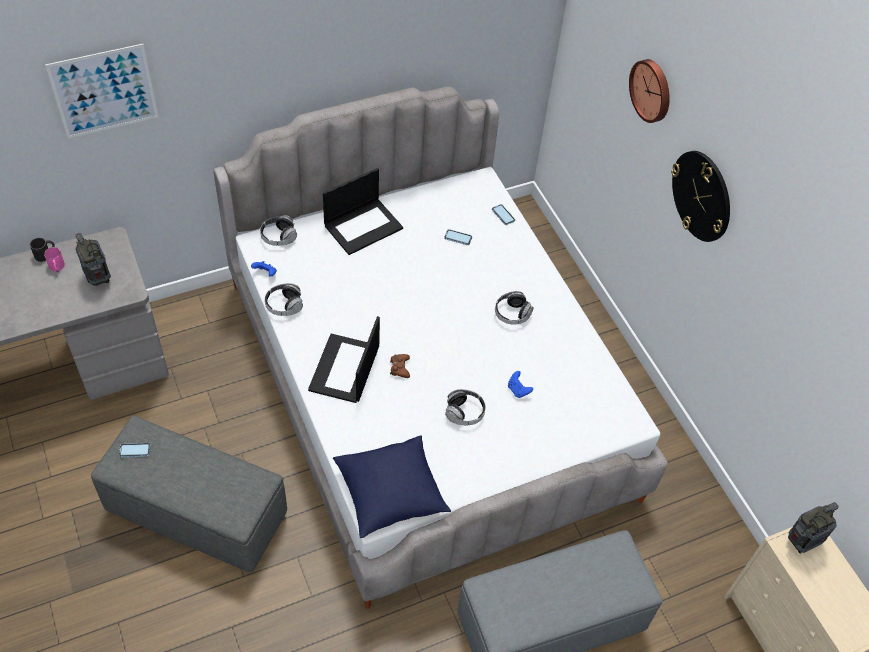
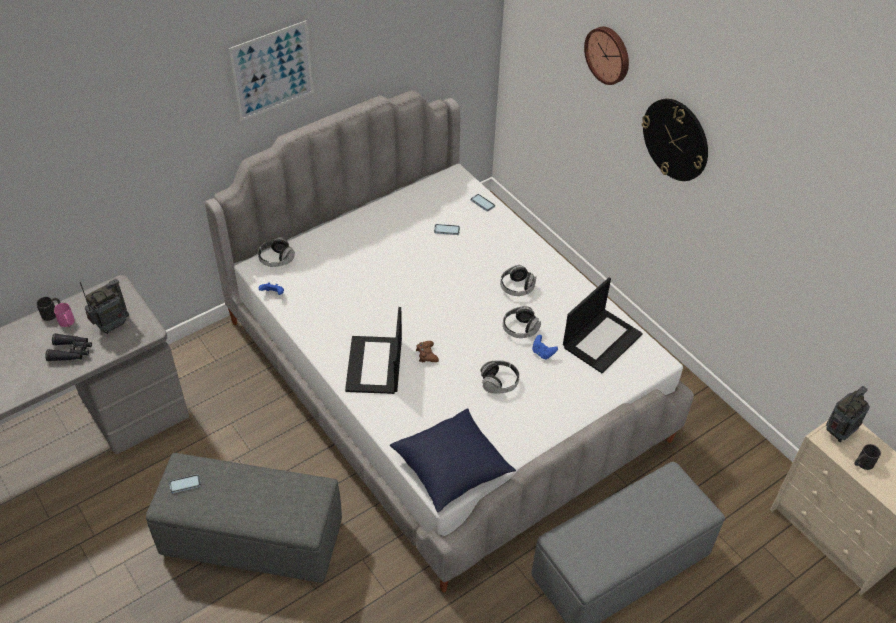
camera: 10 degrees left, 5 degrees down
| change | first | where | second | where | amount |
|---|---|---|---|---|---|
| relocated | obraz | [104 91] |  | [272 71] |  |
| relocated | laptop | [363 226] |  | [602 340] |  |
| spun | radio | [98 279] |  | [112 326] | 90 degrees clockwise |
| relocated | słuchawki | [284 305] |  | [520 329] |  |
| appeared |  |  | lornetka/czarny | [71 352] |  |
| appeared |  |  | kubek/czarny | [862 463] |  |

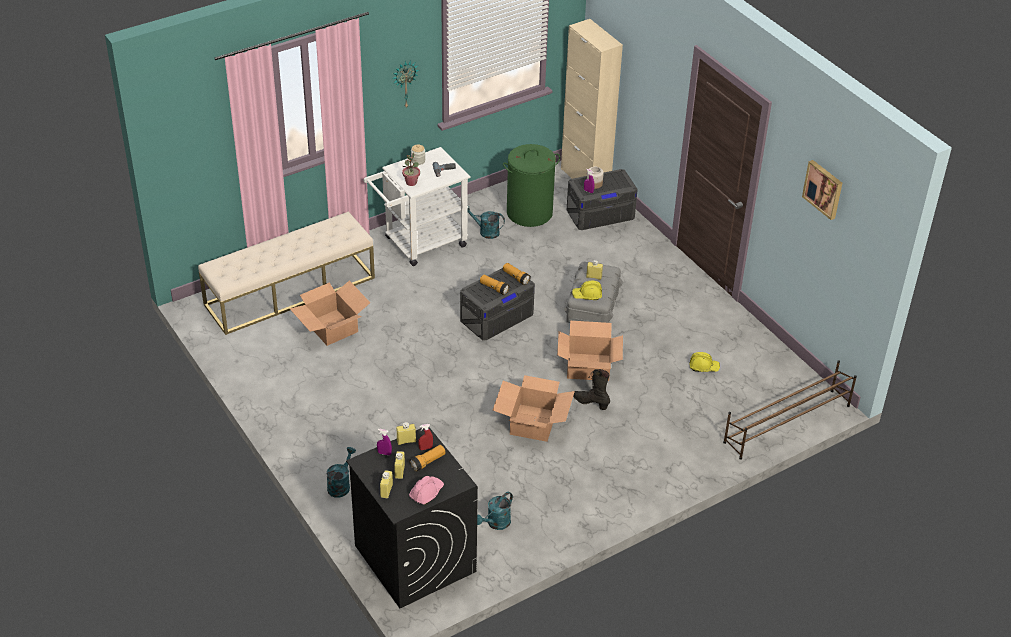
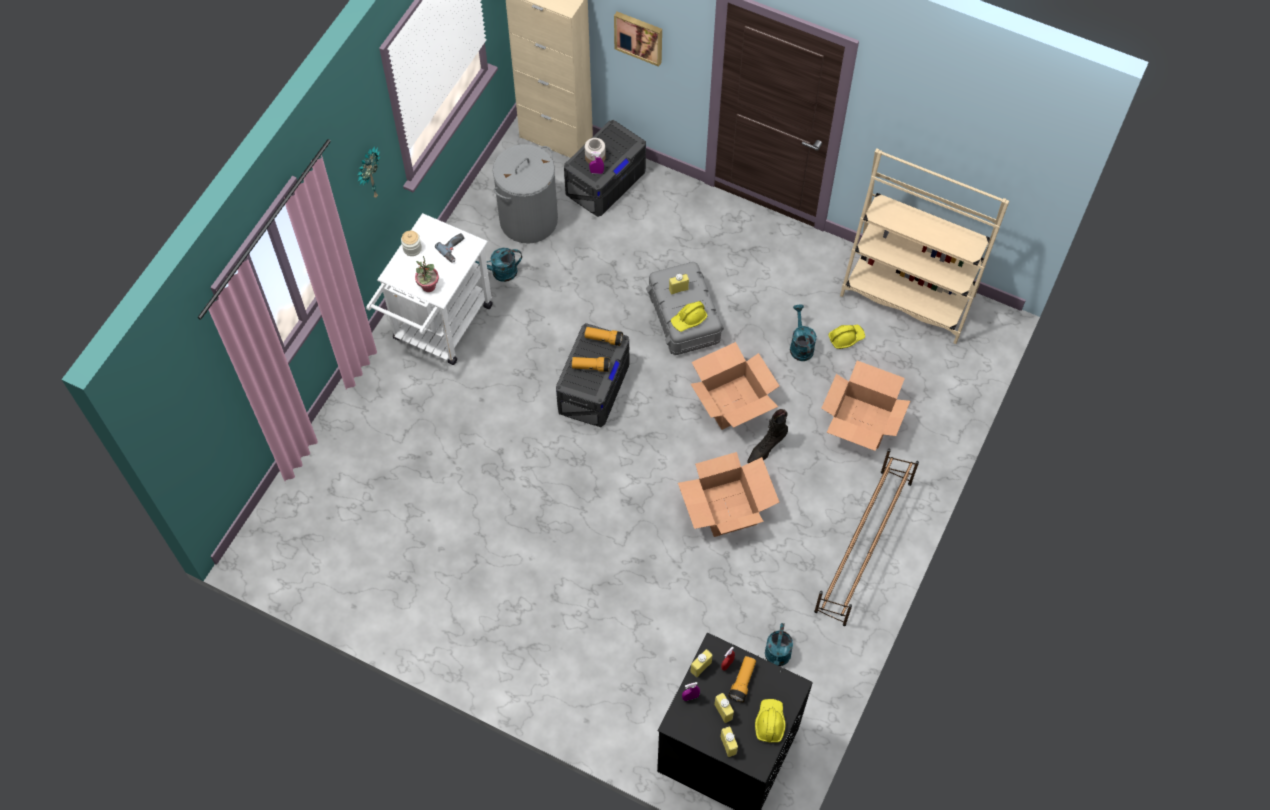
camera: 30 degrees left, 20 degrees up
| change | first | where | second | where | amount |
|---|---|---|---|---|---|
| colour | kosz na pranie/zielony | [529 212] | kosz na pranie/szary | [528 219] |  |
| relocated | obraz | [823 189] |  | [639 37] |  |
| missing | ławka/beżowy | [290 291] |  |  |  |
| relocated | karton | [331 328] |  | [861 422] |  |
| relocated | regał na buty/brązowy | [786 424] |  | [863 547] |  |
| spun | but z cholewką/czarny | [590 402] |  | [766 448] | 45 degrees counterclockwise |
| relocated | konewka/turkusowy | [340 485] |  | [800 345] |  |
| colour | kask/różowy | [426 493] | kask/żółty | [769 722] |  |
| appeared |  |  | regał/beżowy | [908 295] |  |

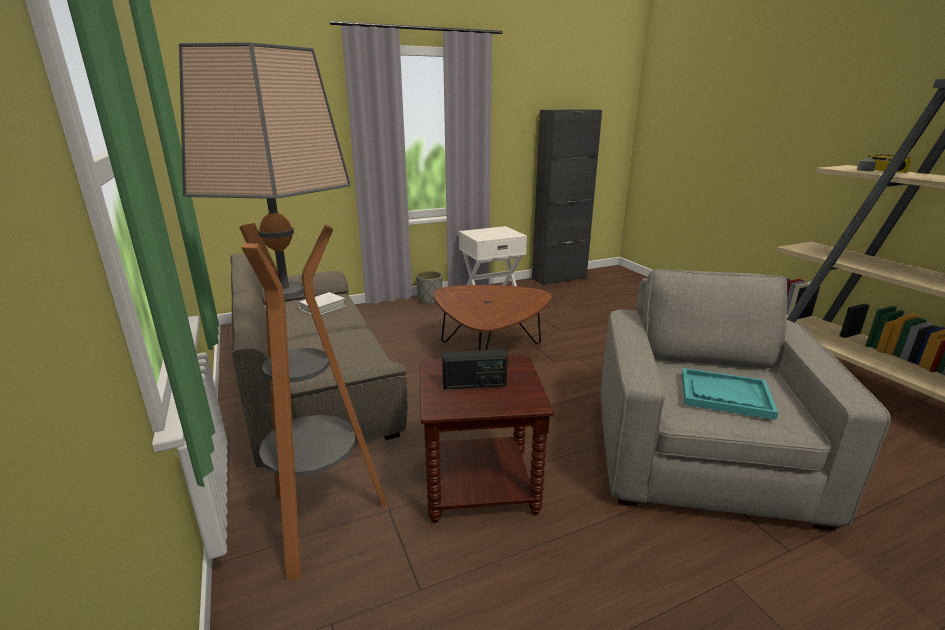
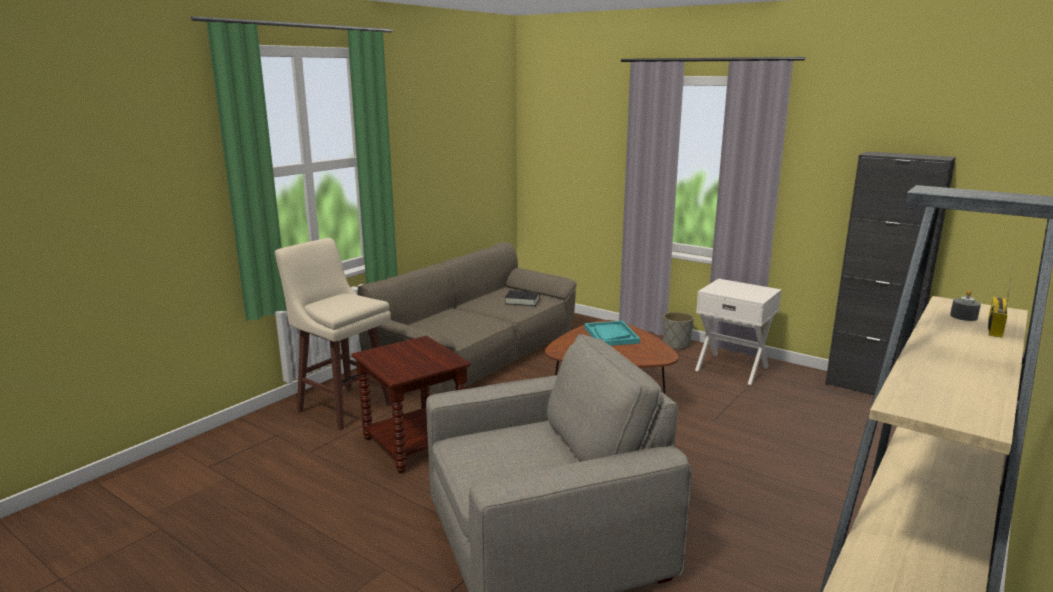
camera: 60 degrees right, 5 degrees down
| change | first | where | second | where | amount |
|---|---|---|---|---|---|
| exchanged | lampa stojąca | [321 522] | stołek/beżowy | [343 407] |  |
| colour | książka/biały | [322 307] | książka/czarny | [522 301] |  |
| missing | radio | [474 384] |  |  |  |
| relocated | taca/turkusowy | [725 395] |  | [611 335] |  |

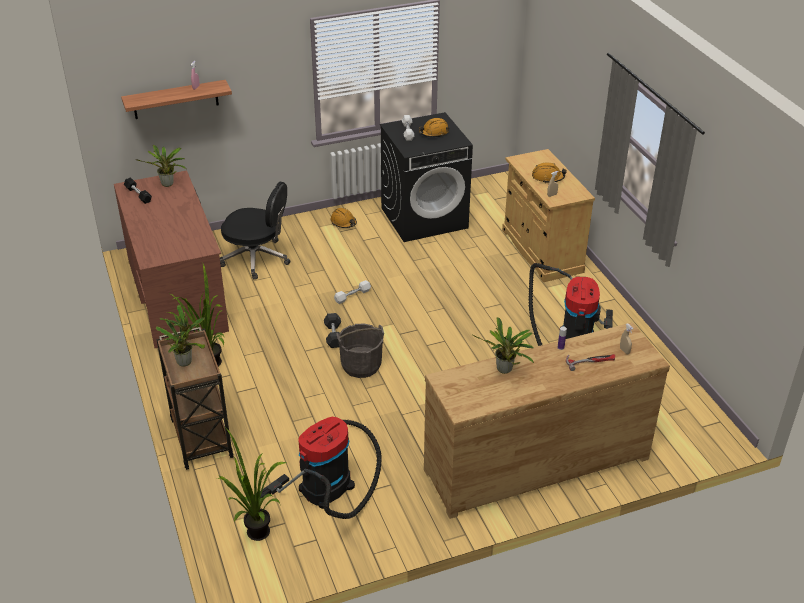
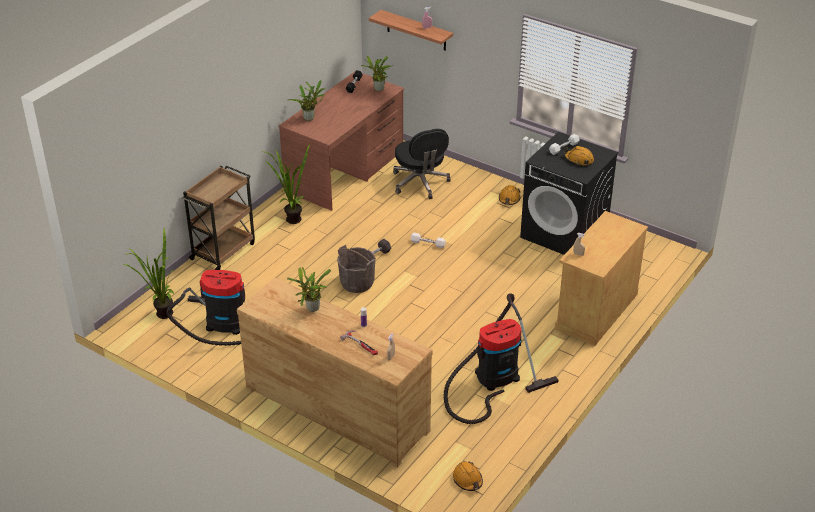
camera: 55 degrees right, 0 degrees up
| change | first | where | second | where | amount |
|---|---|---|---|---|---|
| relocated | kask/pomarańczowy | [547 177] |  | [467 480] |  |
| relocated | roślina doniczkowa | [185 360] |  | [310 118] |  |

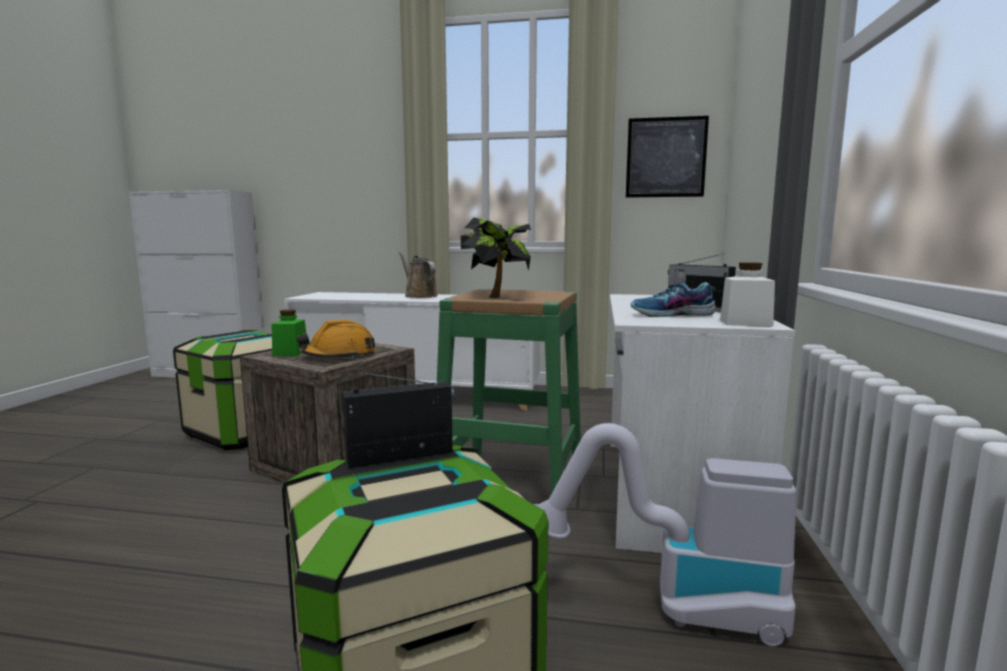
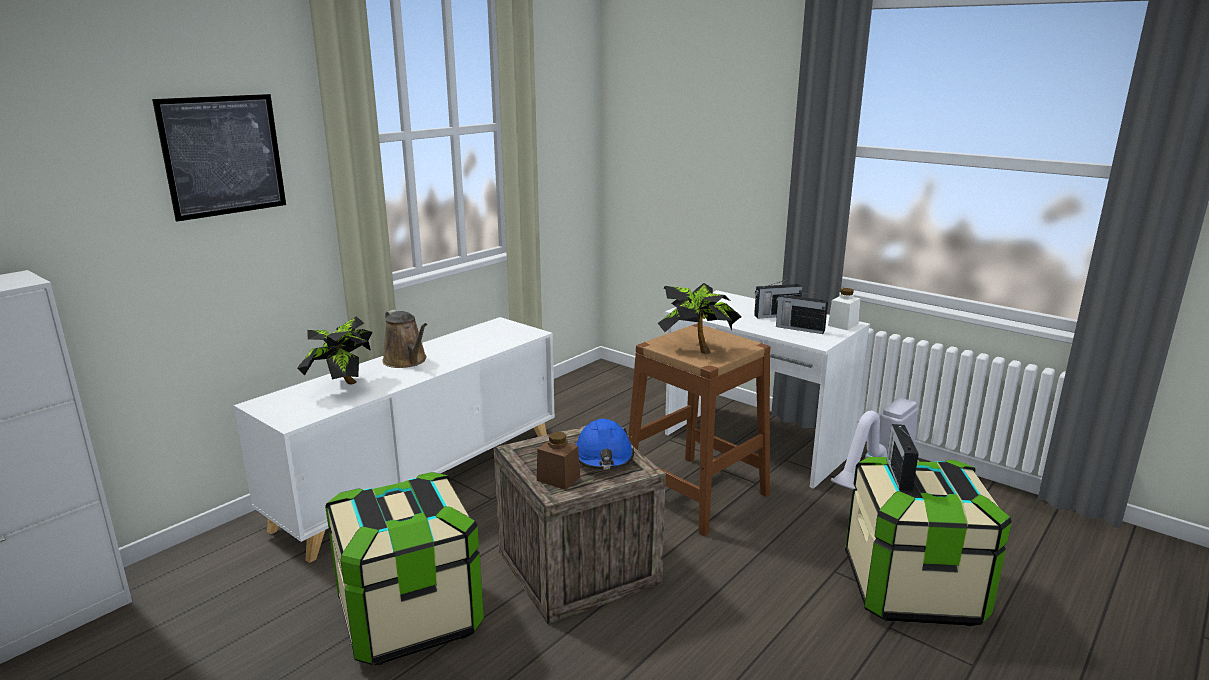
camera: 60 degrees left, 10 degrees up
| change | first | where | second | where | amount |
|---|---|---|---|---|---|
| relocated | obraz | [666 157] |  | [223 155] |  |
| spun | konewka/brązowy | [419 296] |  | [407 361] | 120 degrees counterclockwise |
| exchanged | but | [672 315] | radio | [799 328] |  |
| colour | stołek/zielony | [511 482] | stołek/brązowy | [695 493] |  |
| colour | słoik/zielony | [290 352] | słoik/brązowy | [558 479] |  |
| colour | kask/pomarańczowy | [339 356] | kask/niebieski | [604 457] |  |
| appeared |  |  | roślina doniczkowa | [345 386] |  |

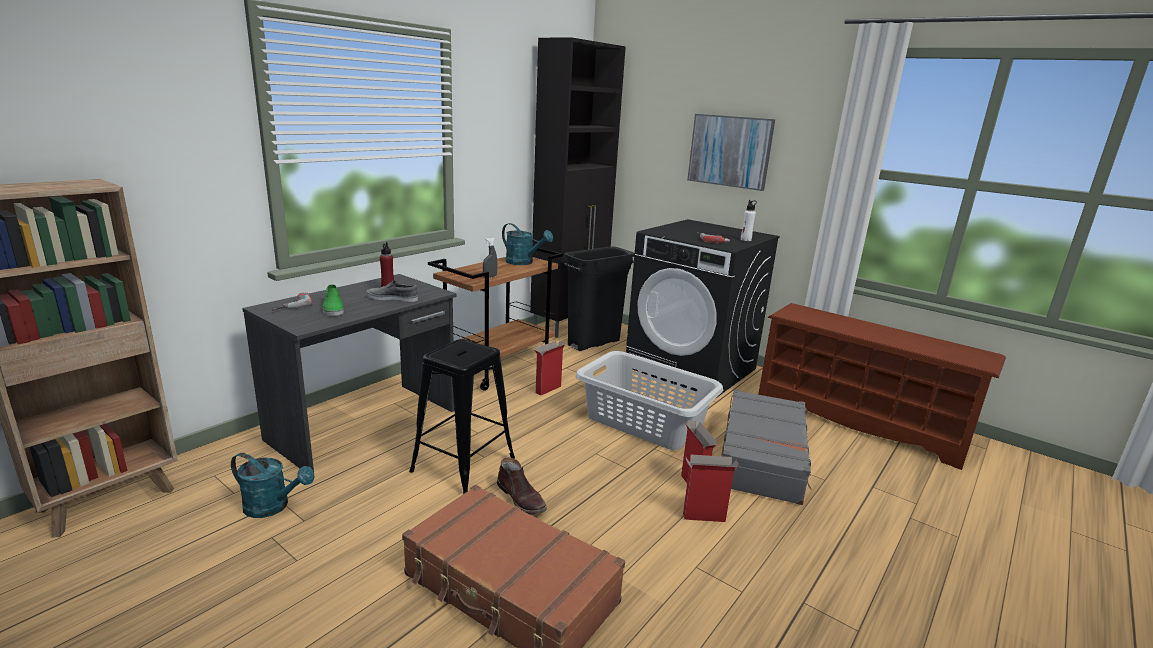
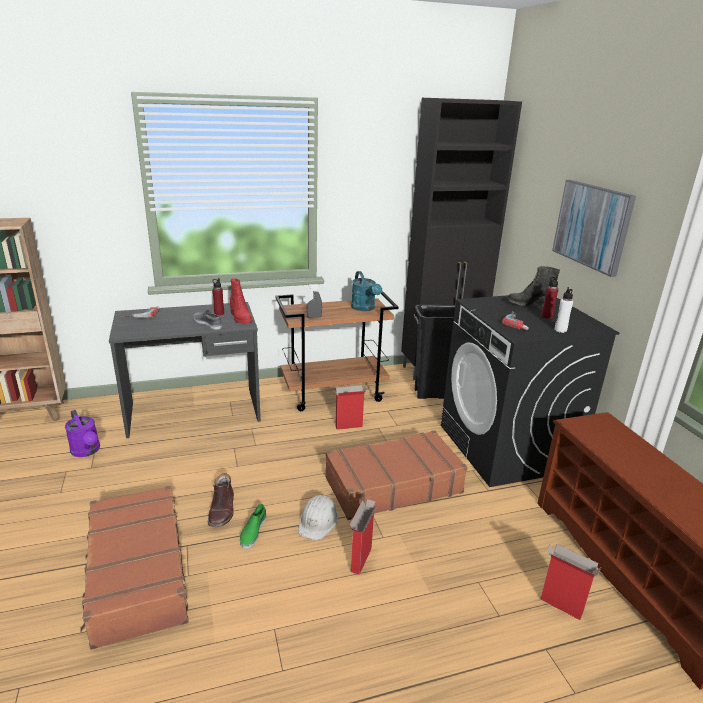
camera: 35 degrees right, 5 degrees up
| change | first | where | second | where | amount |
|---|---|---|---|---|---|
| relocated | but/zielony | [333 308] |  | [253 531] |  |
| missing | stołek/czarny | [463 464] |  |  |  |
| exchanged | kosz na pranie/szary | [644 422] | walizka/brązowy | [392 485] |  |
| missing | walizka/szary | [763 457] |  |  |  |
| colour | konewka/turkusowy | [273 507] | konewka/fioletowy | [87 451] |  |
| relocated | karton | [703 517] |  | [560 605] |  |
| appeared |  |  | but z cholewką/czarny | [529 304] |  |
| appeared |  |  | butelka/czerwony | [546 316] |  |
| appeared |  |  | but z cholewką/czerwony | [240 318] |  |
| appeared |  |  | kask/biały | [318 521] |  |

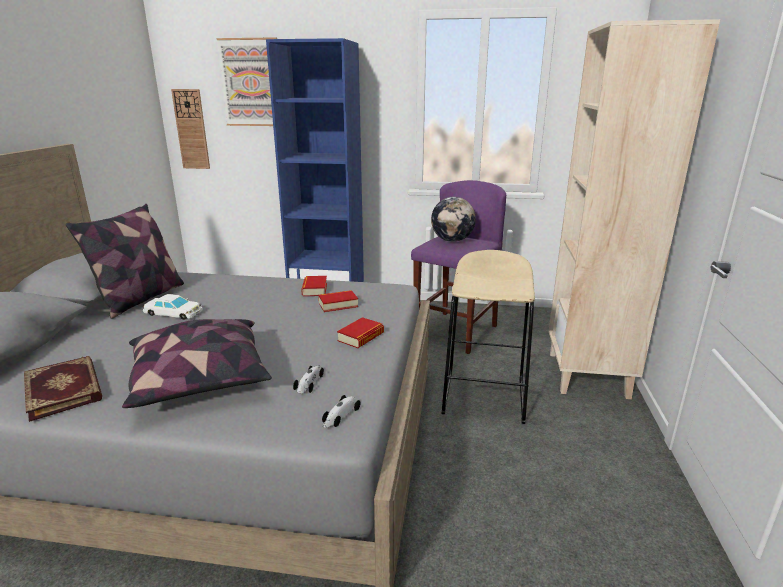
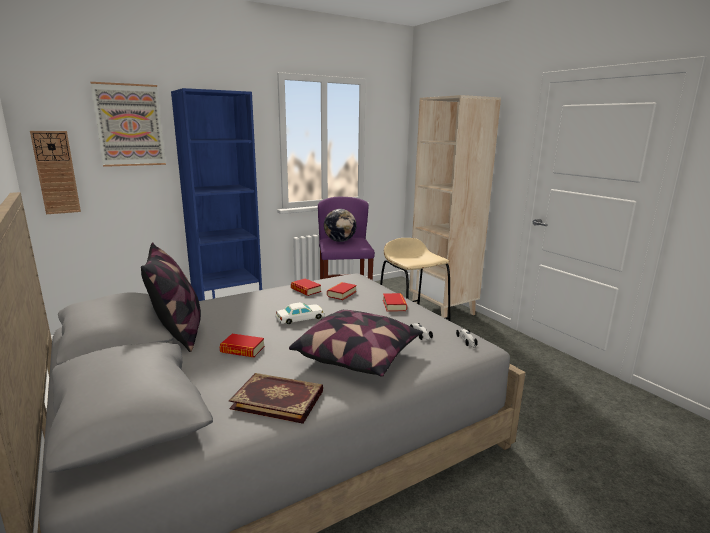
camera: 40 degrees left, 5 degrees down
| change | first | where | second | where | amount |
|---|---|---|---|---|---|
| relocated | samochodzik/biały | [174 313] |  | [300 318] |  |
| appeared |  |  | książka | [242 349] |  |

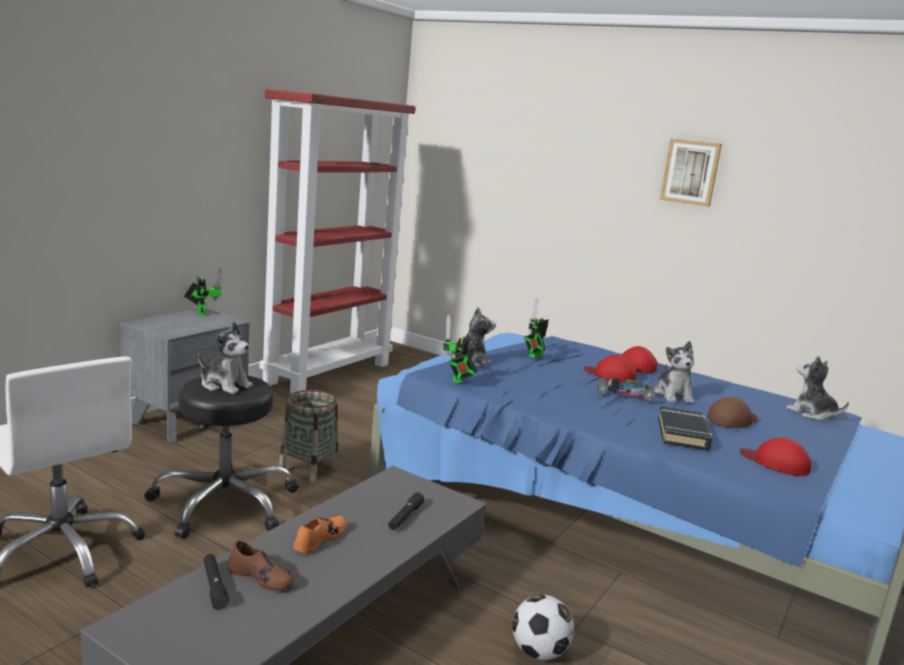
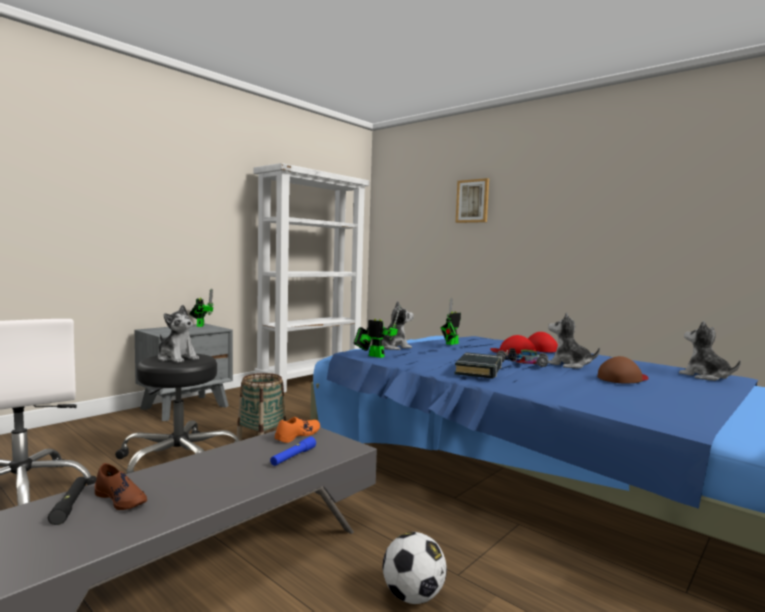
camera: 10 degrees right, 10 degrees down
| change | first | where | second | where | amount |
|---|---|---|---|---|---|
| colour | regał/czerwony | [328 373] | regał/biały | [311 380] |  |
| relocated | obraz | [690 172] |  | [472 201] |  |
| spun | robot zabawkowy | [457 380] |  | [374 356] | 105 degrees clockwise |
| spun | pluszak | [673 395] |  | [568 365] | 120 degrees clockwise |
| relocated | książka/czarny | [683 434] |  | [479 370] |  |
| missing | czapka z daszkiem/czerwony | [775 462] |  |  |  |
| colour | latarka/czarny | [405 517] | latarka/niebieski | [293 457] |  |
| relocated | but/pomarańczowy | [319 539] |  | [297 435] |  |

